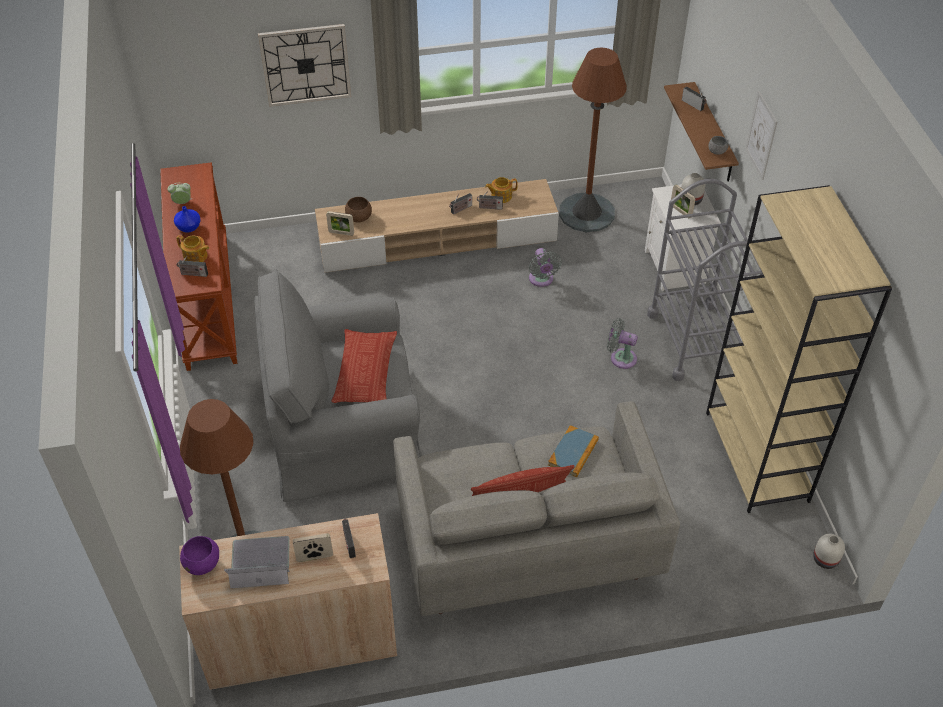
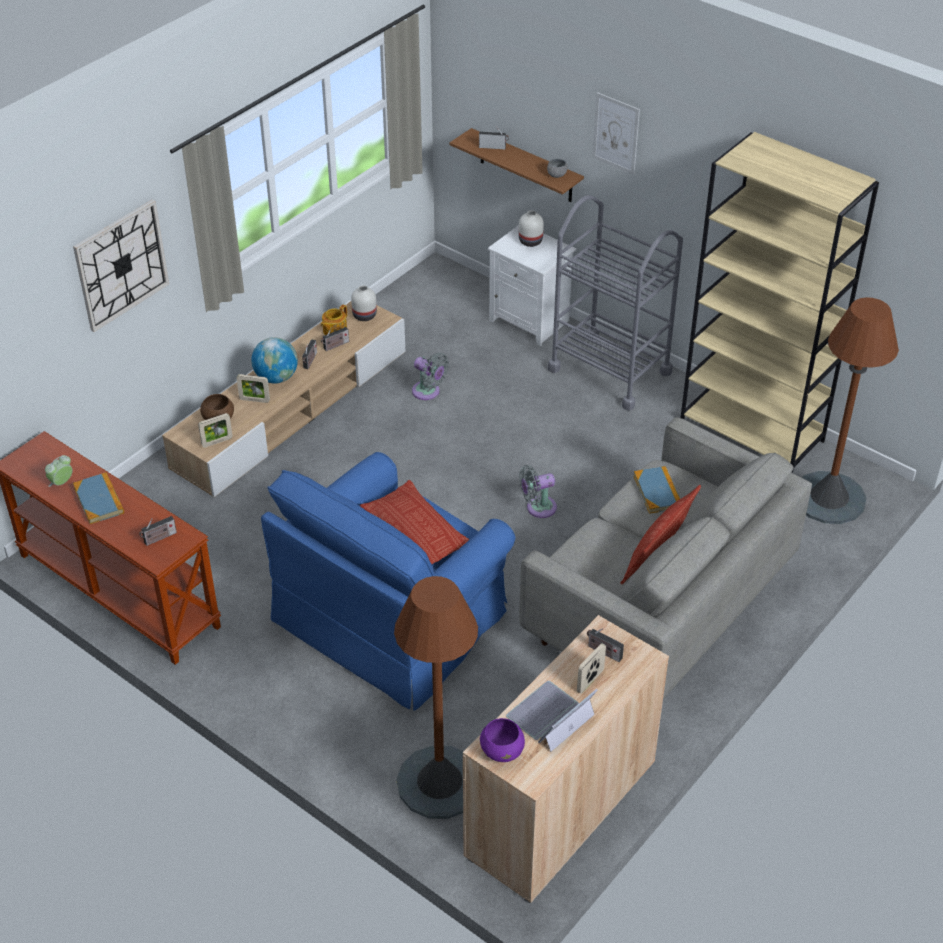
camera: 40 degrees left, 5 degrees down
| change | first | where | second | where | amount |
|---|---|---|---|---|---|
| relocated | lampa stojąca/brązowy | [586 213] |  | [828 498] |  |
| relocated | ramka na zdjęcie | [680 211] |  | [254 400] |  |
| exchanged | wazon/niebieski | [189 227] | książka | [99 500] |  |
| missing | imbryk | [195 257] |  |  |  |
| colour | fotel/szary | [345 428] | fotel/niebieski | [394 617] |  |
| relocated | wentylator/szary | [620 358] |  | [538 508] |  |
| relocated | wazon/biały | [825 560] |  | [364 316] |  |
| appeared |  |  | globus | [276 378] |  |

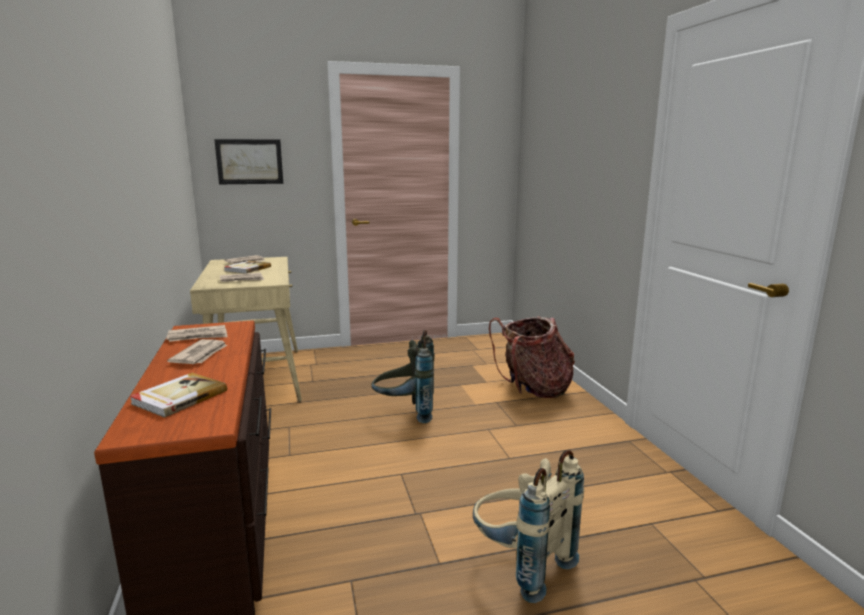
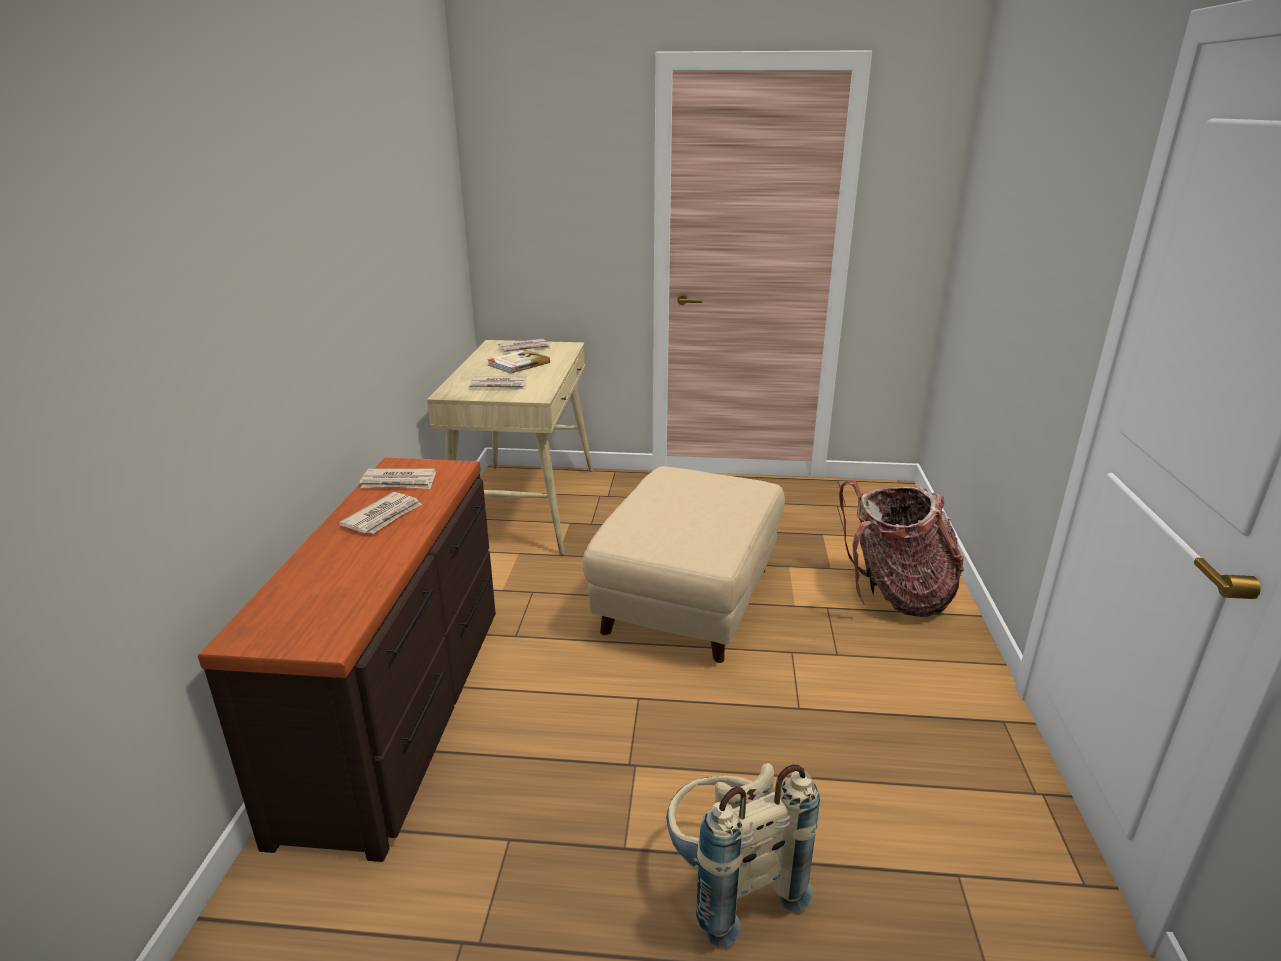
camera: 20 degrees right, 10 degrees up
| change | first | where | second | where | amount |
|---|---|---|---|---|---|
| missing | obraz | [249 161] |  |  |  |
| exchanged | plecak/szary | [405 413] | pufa/beżowy | [689 600] |  |
| missing | książka | [178 397] |  |  |  |

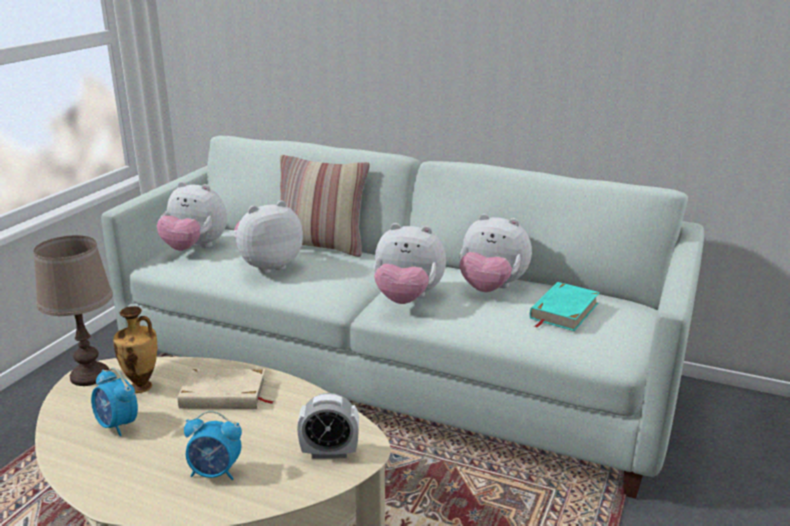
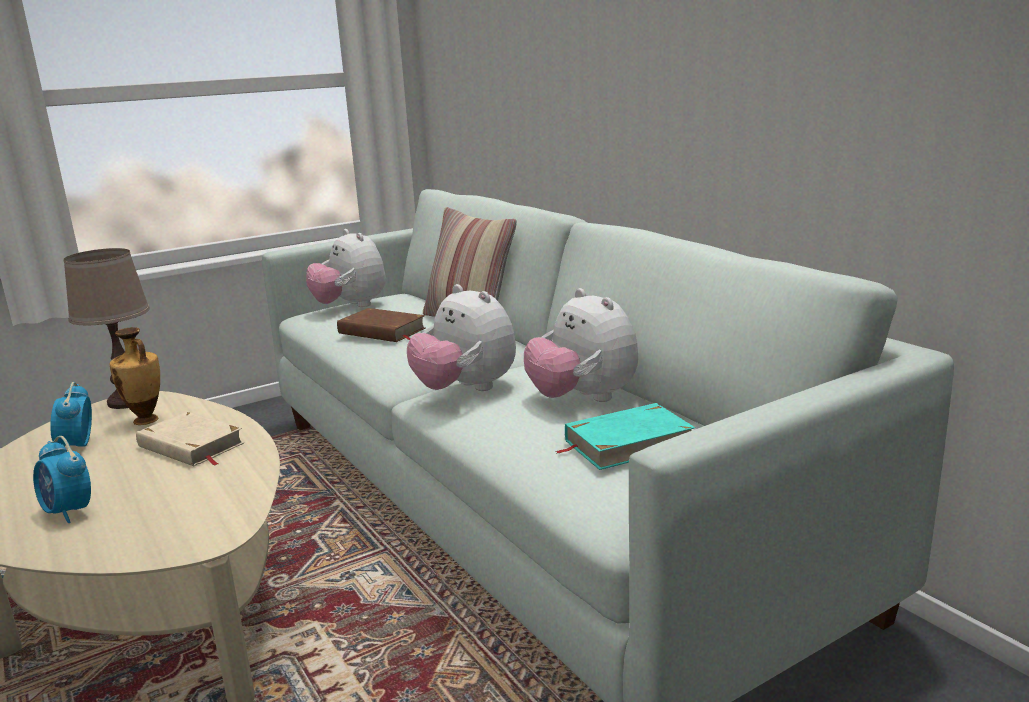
camera: 35 degrees right, 5 degrees down
| change | first | where | second | where | amount |
|---|---|---|---|---|---|
| exchanged | pluszak | [268 266] | książka/brązowy | [382 331] |  |
| missing | budzik | [329 452] |  |  |  |

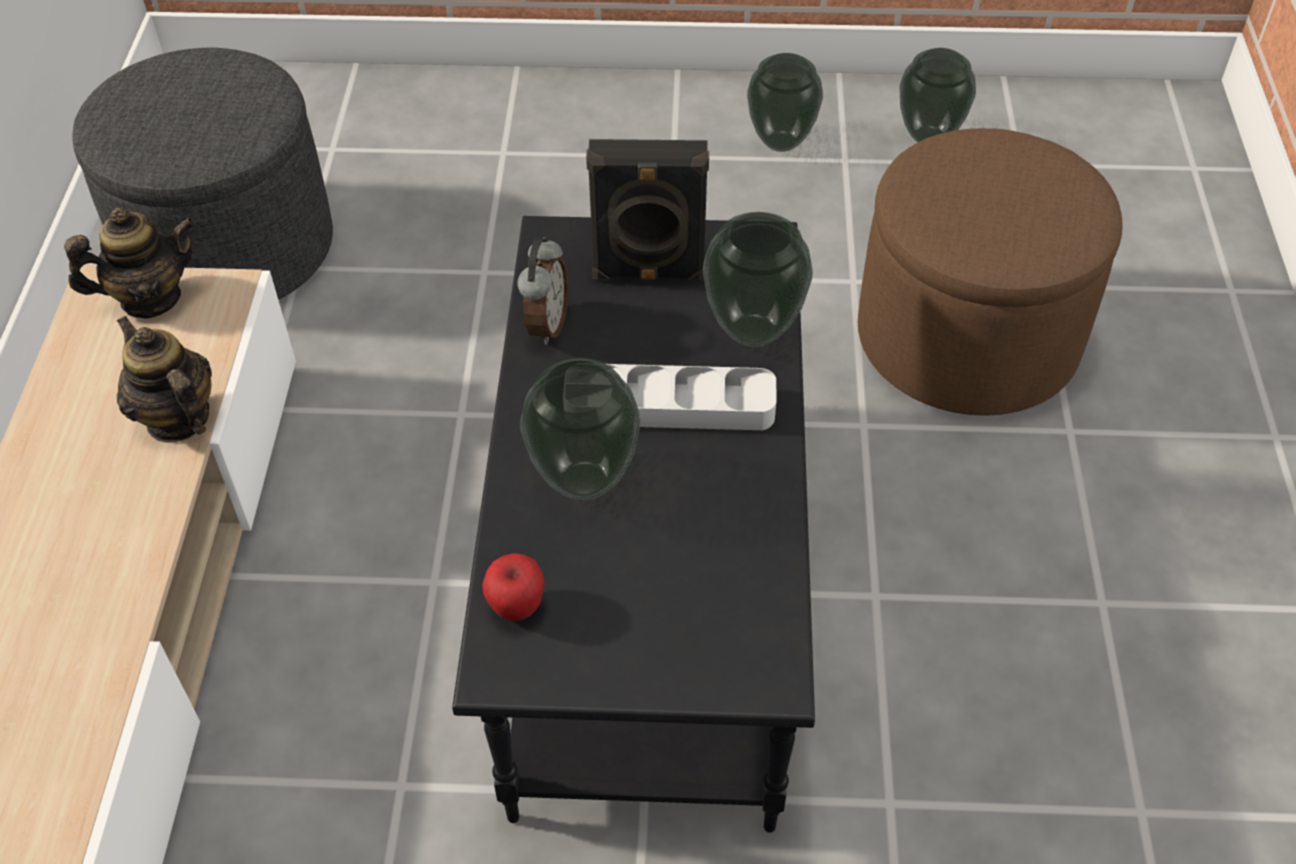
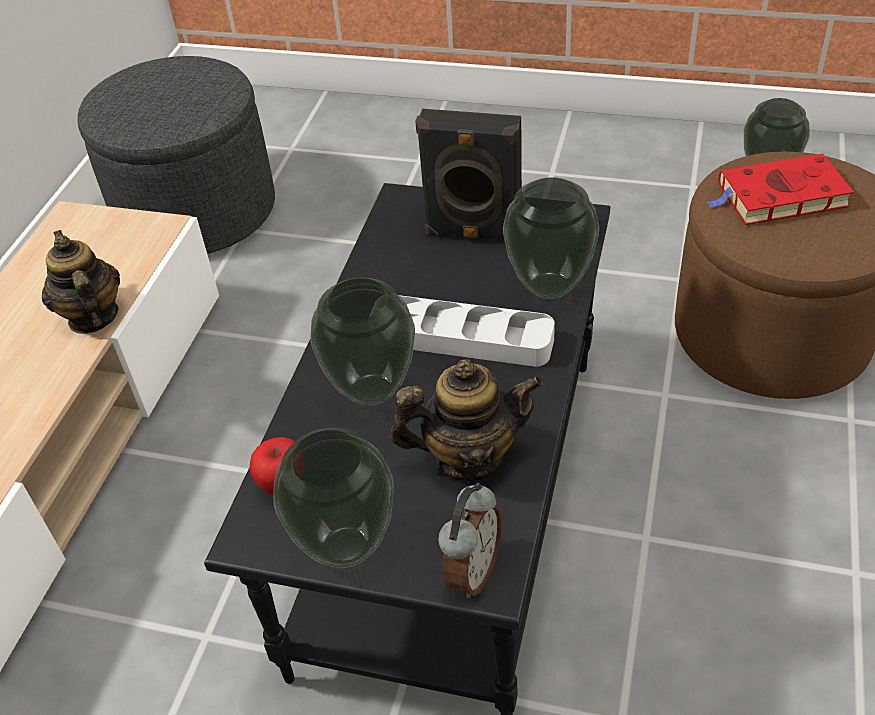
camera: 15 degrees right, 5 degrees down
| change | first | where | second | where | amount |
|---|---|---|---|---|---|
| relocated | wazon | [782 143] |  | [346 548] |  |
| relocated | imbryk | [150 299] |  | [469 456] |  |
| relocated | budzik | [545 325] |  | [472 571] |  |
| appeared |  |  | książka/czerwony | [779 197] |  |

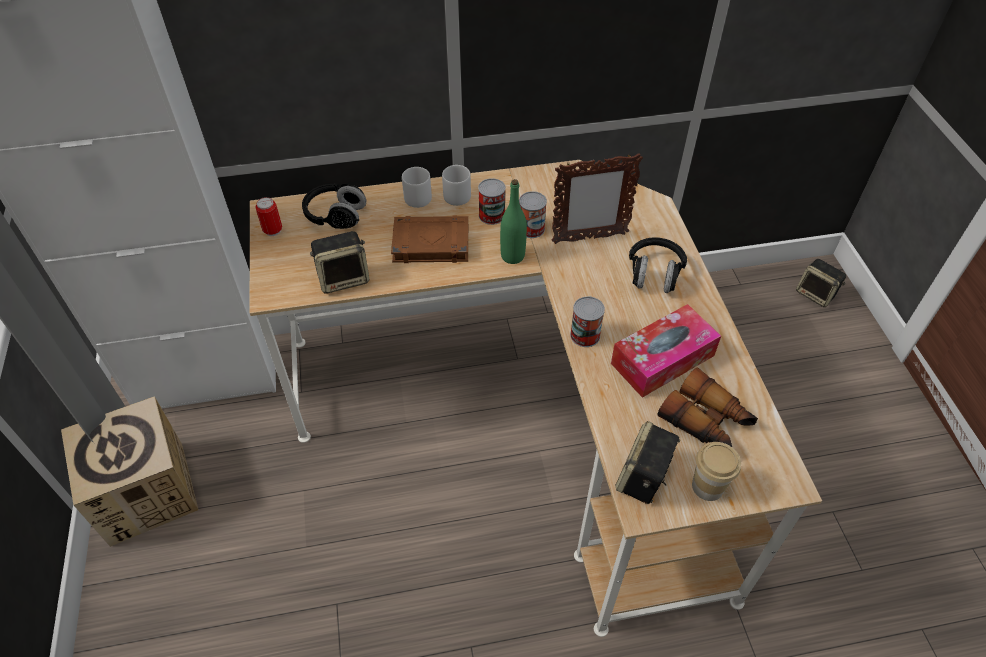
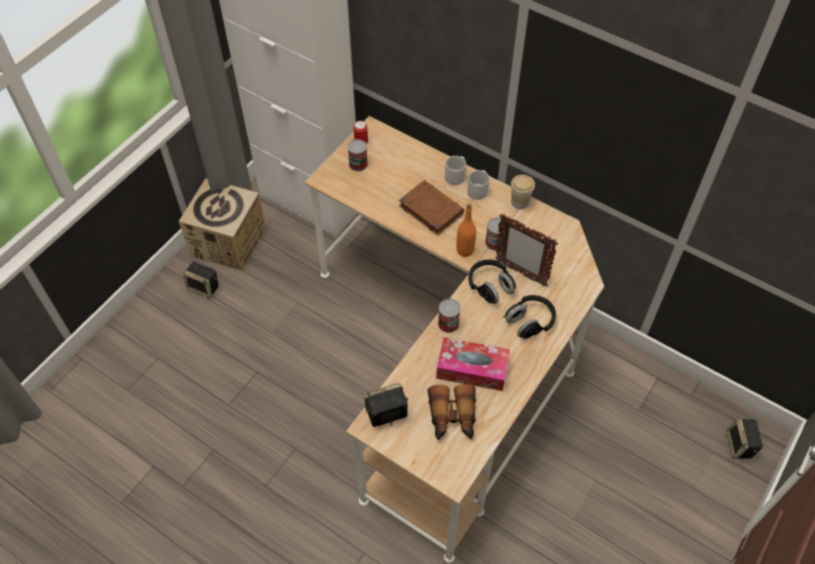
camera: 45 degrees right, 5 degrees up
| change | first | where | second | where | amount |
|---|---|---|---|---|---|
| relocated | puszka | [491 215] |  | [358 164] |  |
| colour | butelka/zielony | [512 256] | butelka/pomarańczowy | [465 250] |  |
| relocated | słuchawki/czarny | [336 216] |  | [490 287] |  |
| relocated | głośnik | [344 278] |  | [204 288] |  |
| relocated | filiżanka | [707 486] |  | [520 202] |  |

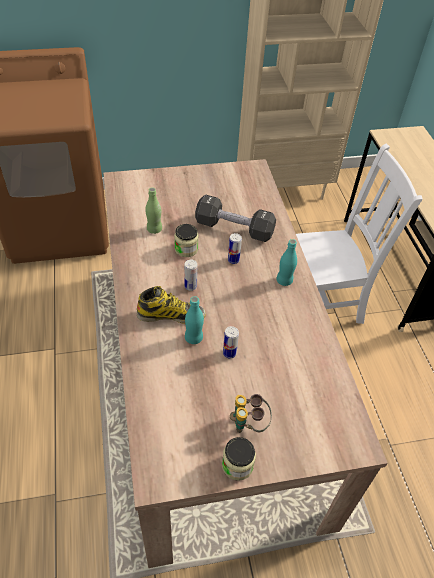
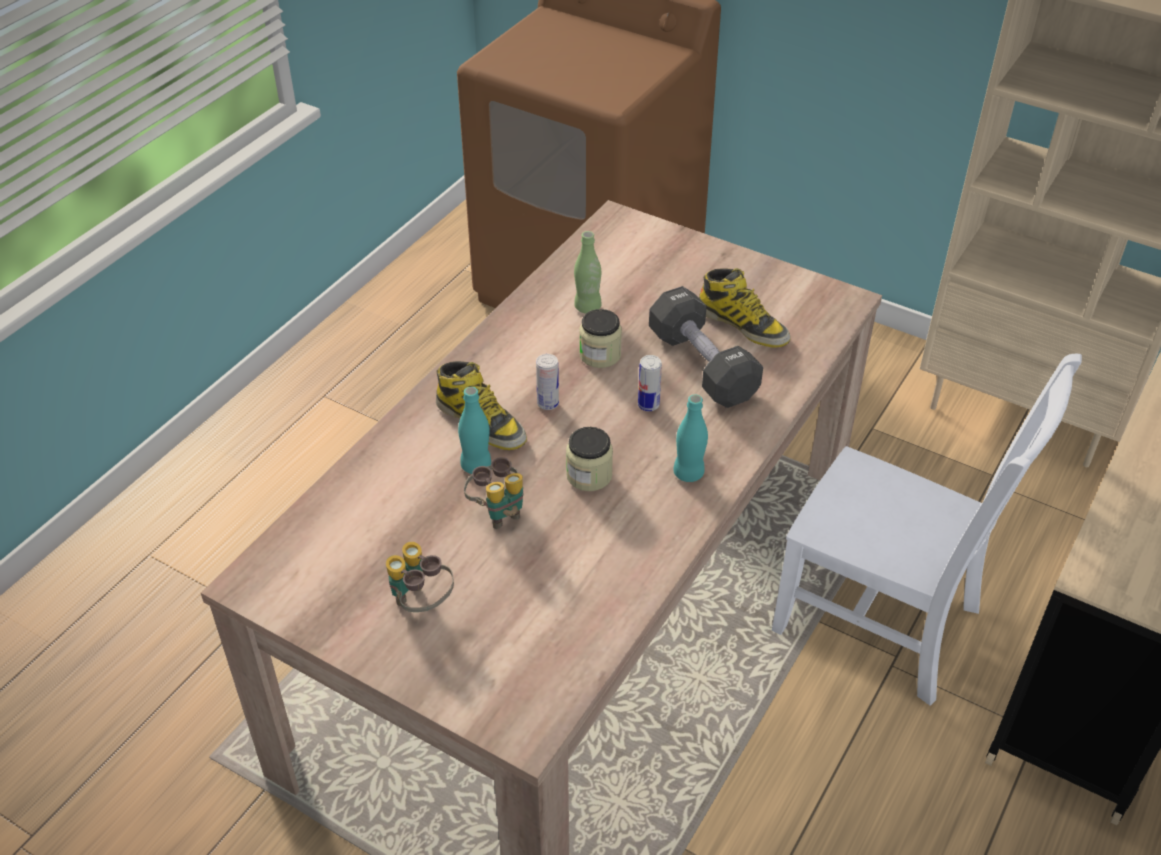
camera: 45 degrees right, 5 degrees down
| change | first | where | second | where | amount |
|---|---|---|---|---|---|
| exchanged | puszka | [229 353] | lornetka | [498 511] |  |
| relocated | słoik | [237 465] |  | [589 475] |  |
| appeared |  |  | but z cholewką | [743 325] |  |

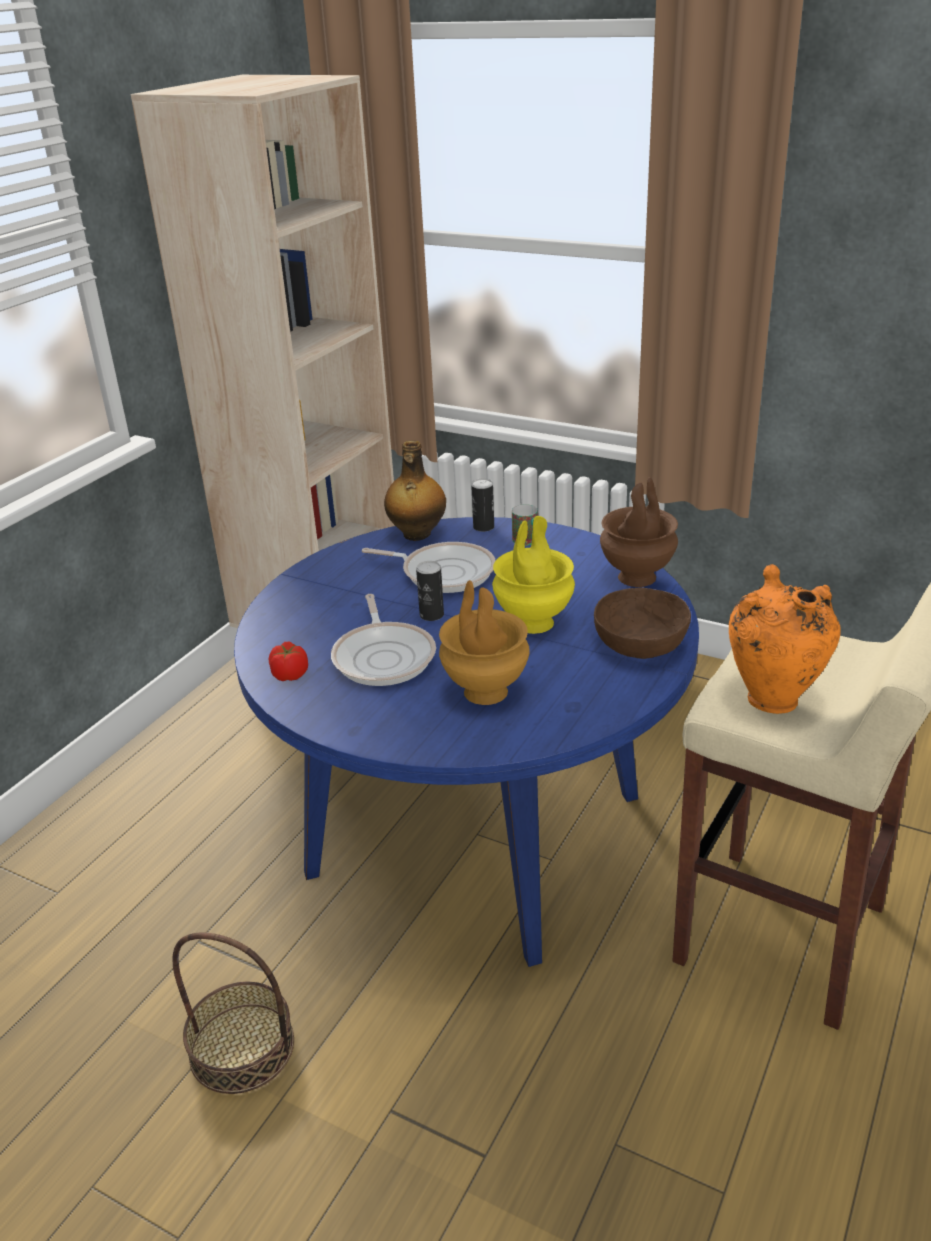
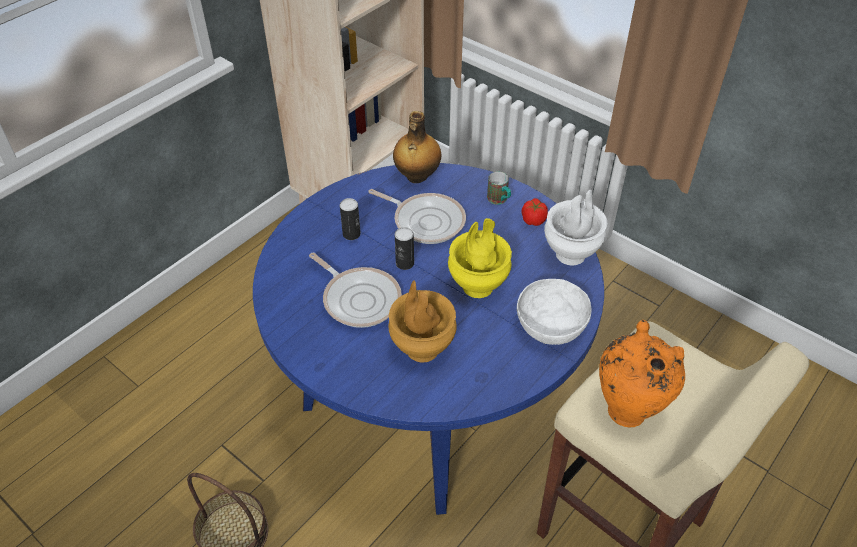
camera: 10 degrees right, 15 degrees up
| change | first | where | second | where | amount |
|---|---|---|---|---|---|
| colour | wazon/brązowy | [636 578] | wazon/biały | [570 255] |  |
| relocated | puszka | [483 527] |  | [351 234] |  |
| colour | miska/brązowy | [640 644] | miska/biały | [550 325] |  |
| spun | patelnia | [384 656] |  | [359 298] | 45 degrees counterclockwise |
| relocated | pomidor | [290 674] |  | [533 220] |  |

